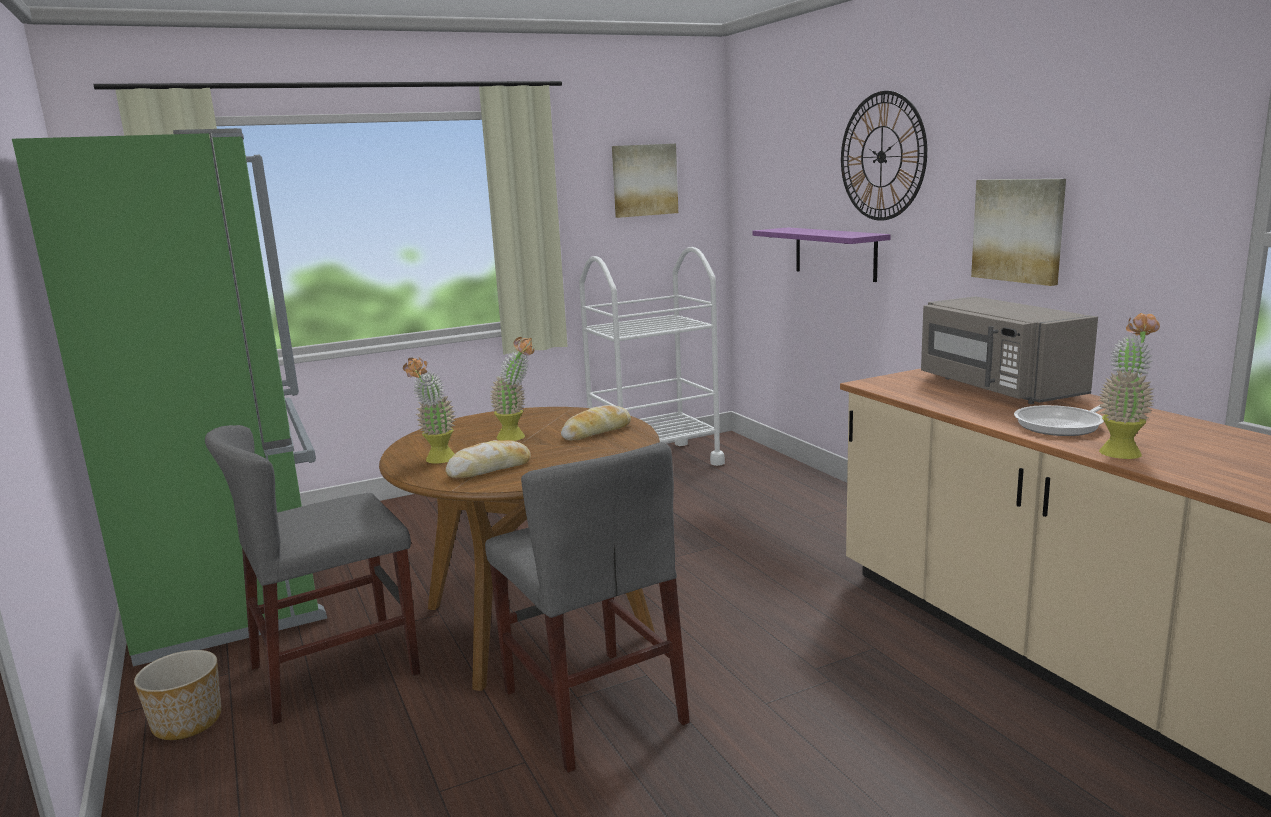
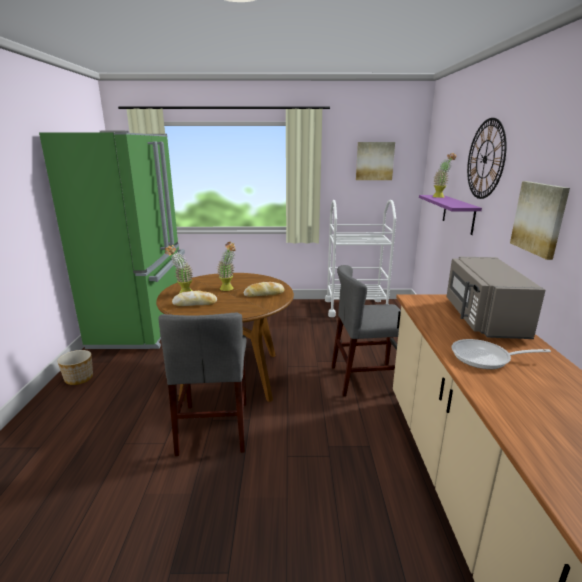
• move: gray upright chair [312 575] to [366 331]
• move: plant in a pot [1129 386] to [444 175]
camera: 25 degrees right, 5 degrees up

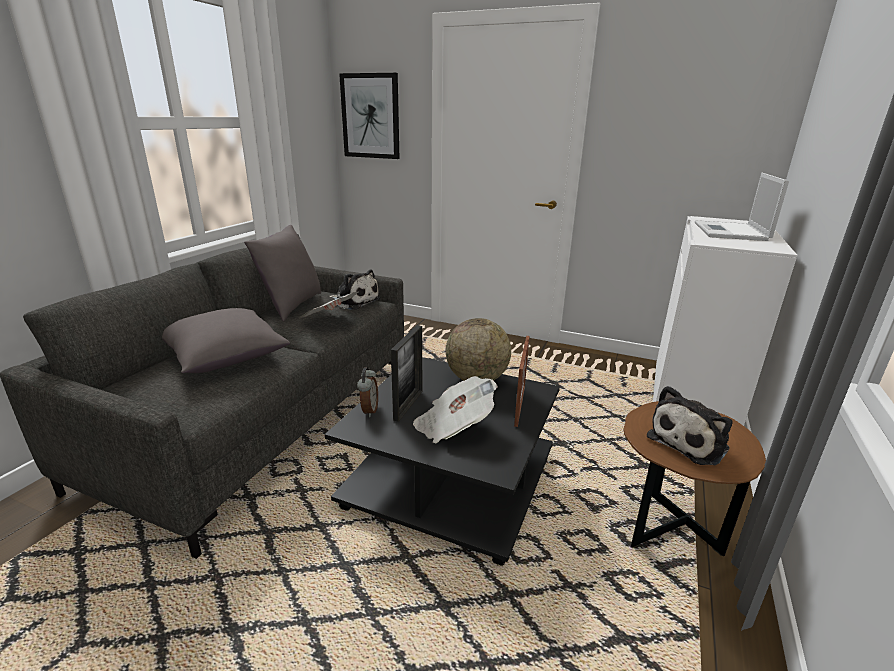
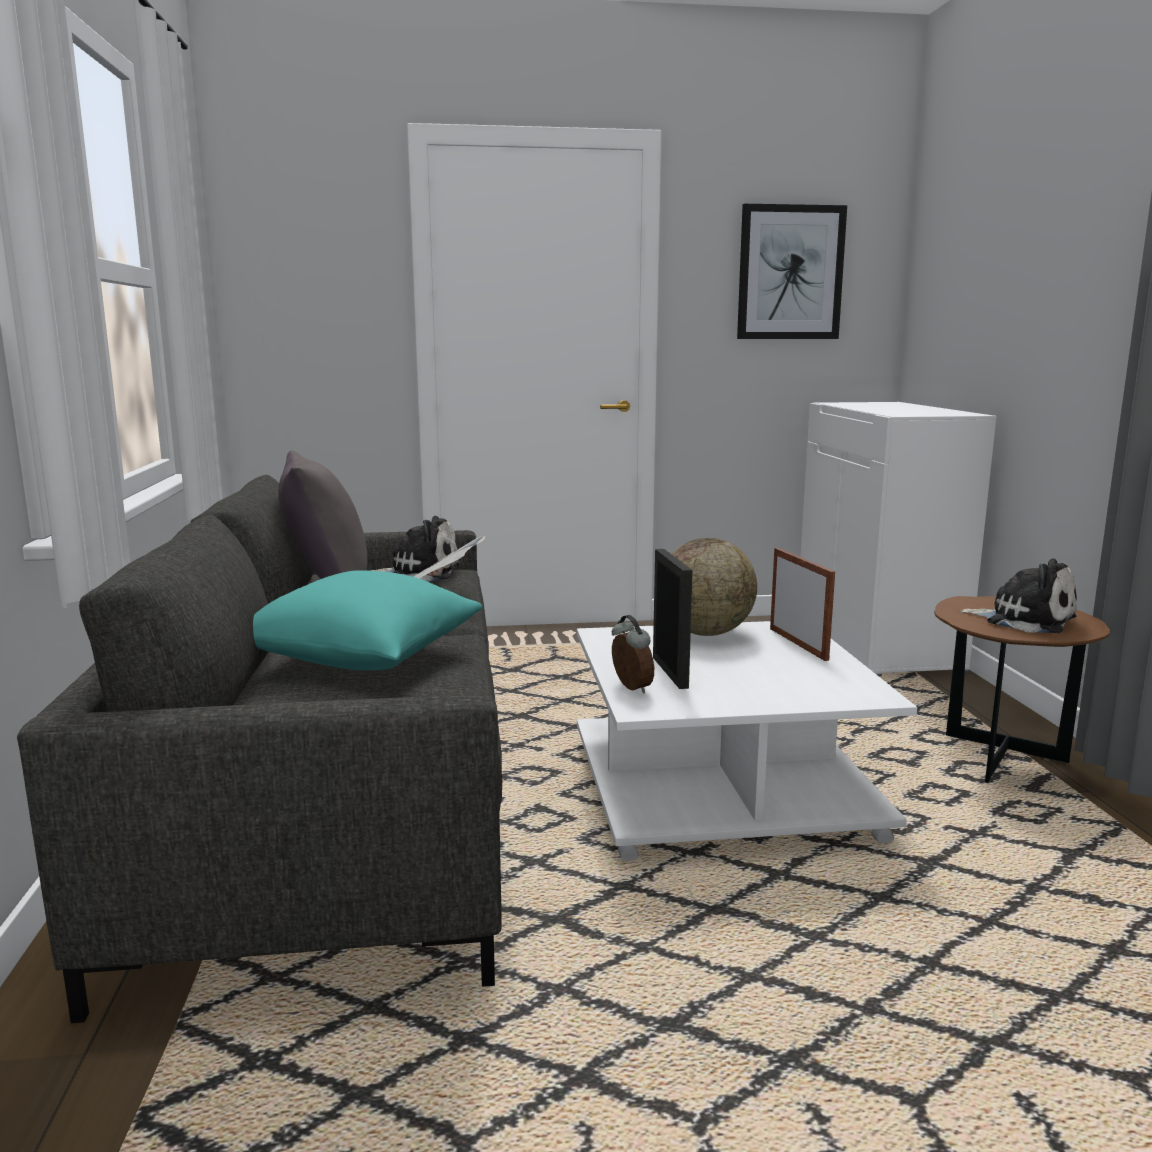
• recolor: gray throw pillow [226 340] to turquoise throw pillow [368 620]
• recolor: blackish coffee table [442 461] to white-coloured coffee table [747 741]
• move: wall art [369 116] to [792 271]
• rotate: plush toy [690 425] = [1018 595] 75 degrees counterclockwise
• delete: printed paper [455 410]
• delete: portable computer [742 207]
camera: 30 degrees left, 10 degrees down

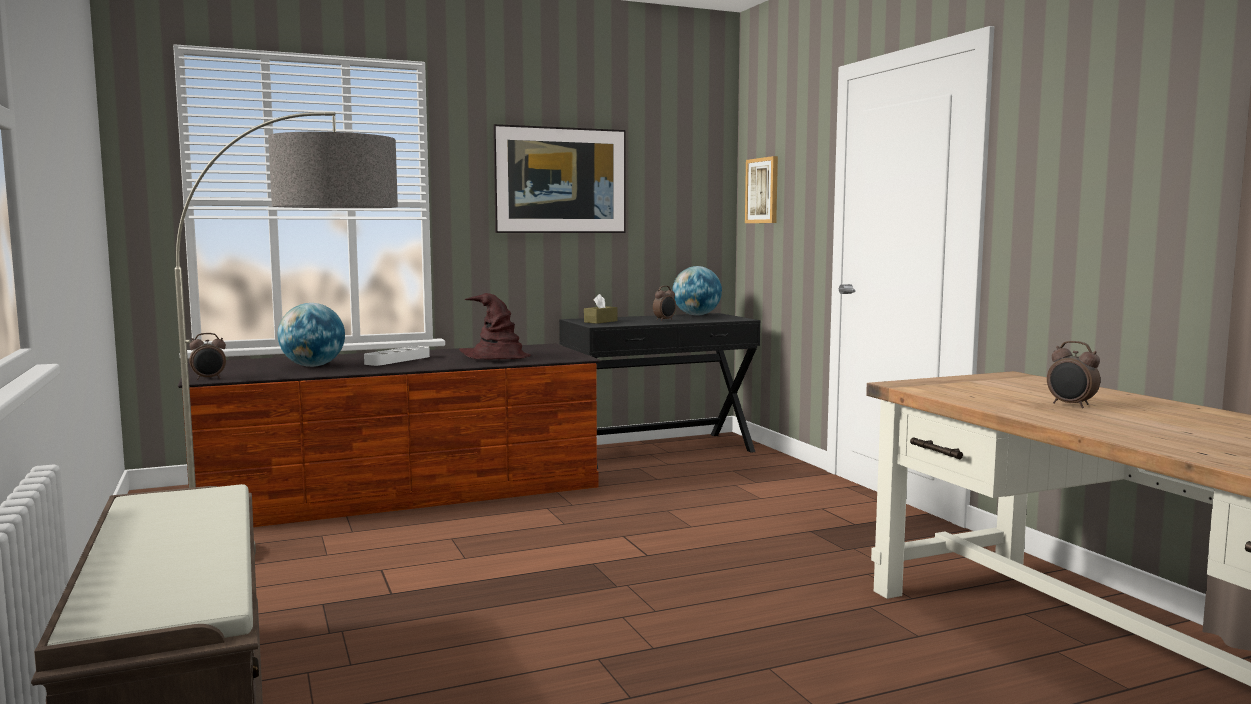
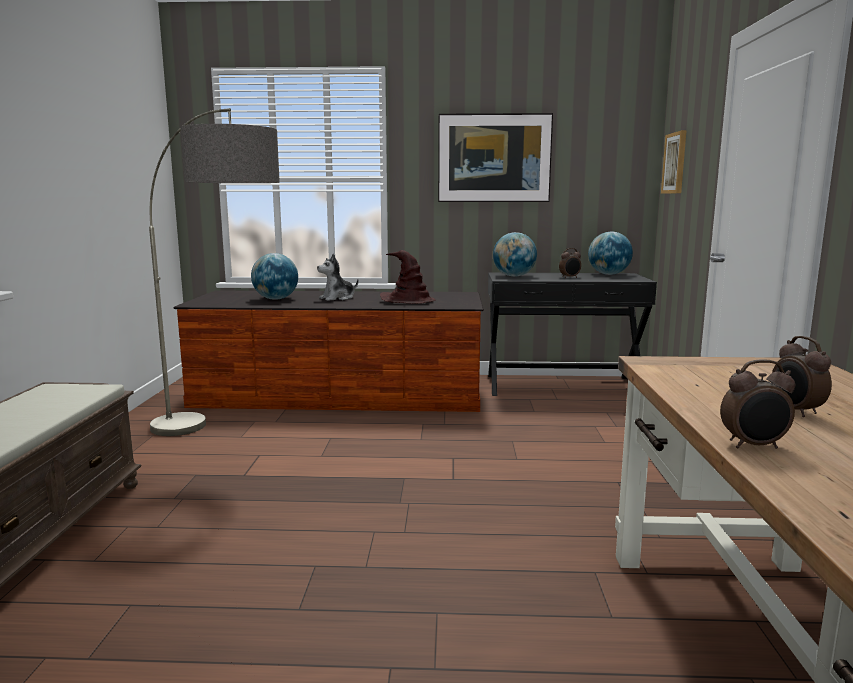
• replace: white-coloured carrying tray [397 356] to plush toy [338 277]
• replace: brown-coloured tissue box [601 309] to desk globe [515 254]
• move: alarm clock [207 356] to [757 404]
camera: 25 degrees right, 5 degrees up

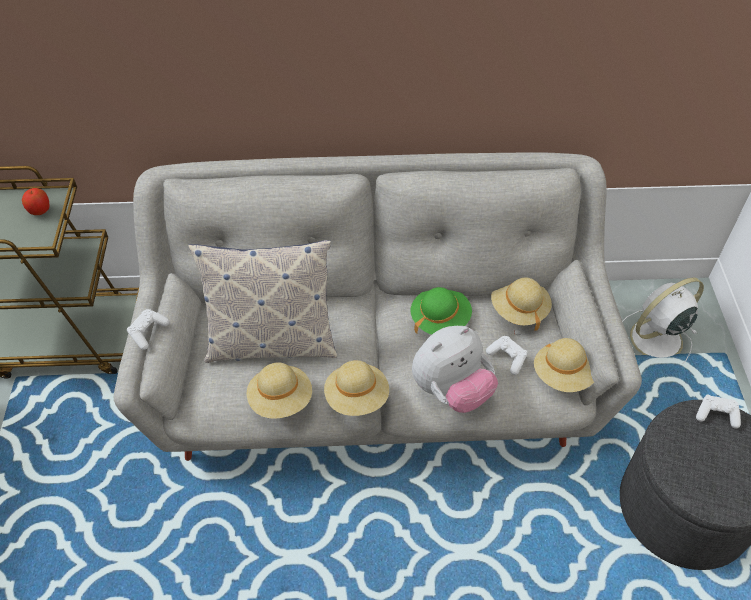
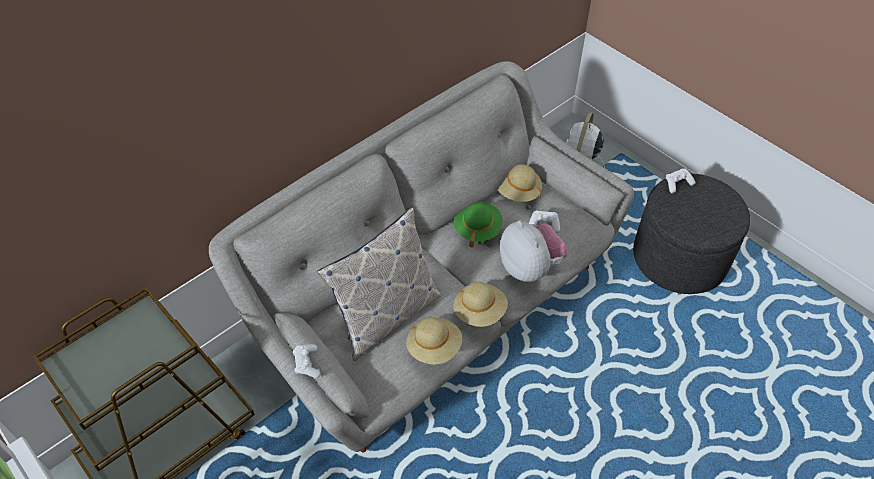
• rotate: plush toy [455 369] = [534 251] 45 degrees counterclockwise
• delete: apple fruit [36 201]
• delete: beige-coloured clothing hat [564 365]
camera: 40 degrees left, 0 degrees up

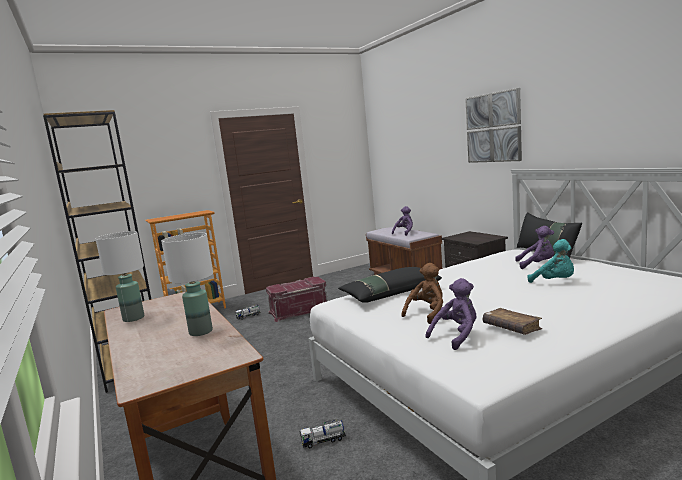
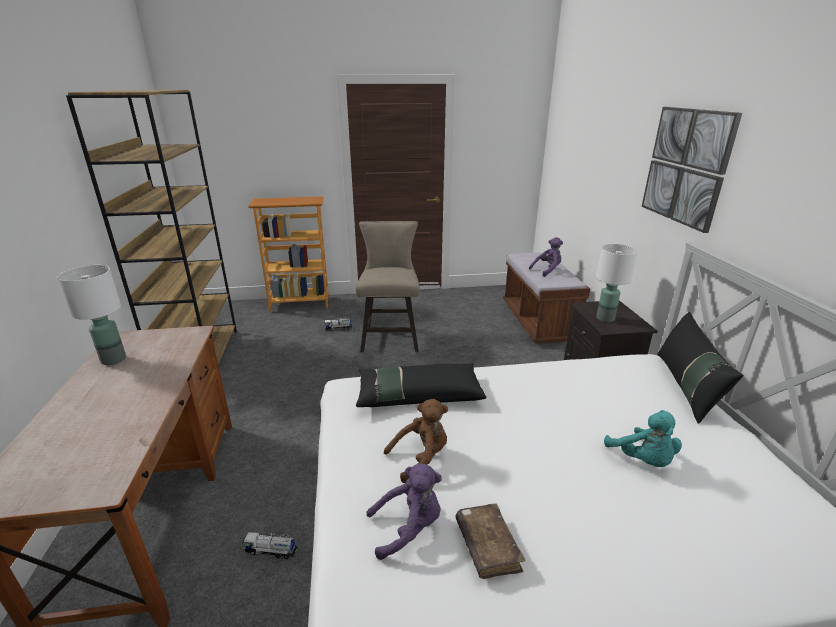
• replace: red-coloured storage container [297 299] to beige-coloured stool [388 286]
• move: white-coloured tabletop lamp [187 284] to [617 283]
• delete: purplish plush toy [534 247]
camera: 20 degrees right, 15 degrees up

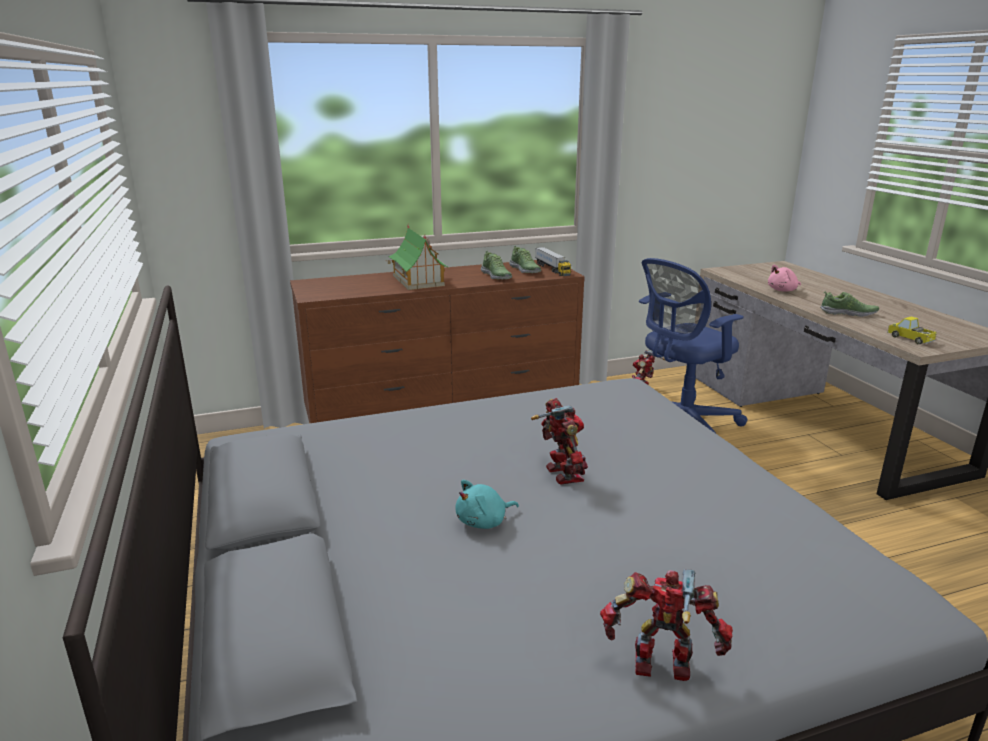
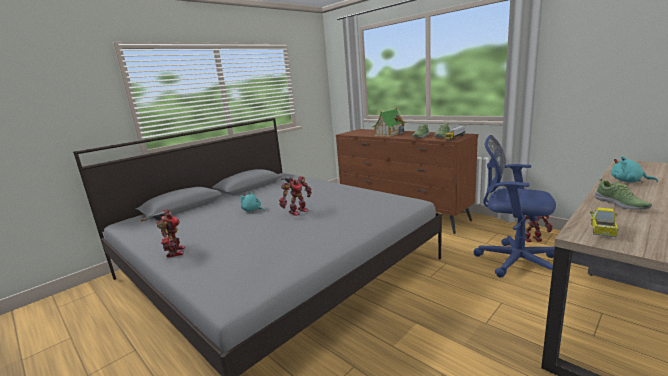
• recolor: pinkish plush toy [784 277] to turquoise plush toy [634 169]
camera: 65 degrees right, 5 degrees down

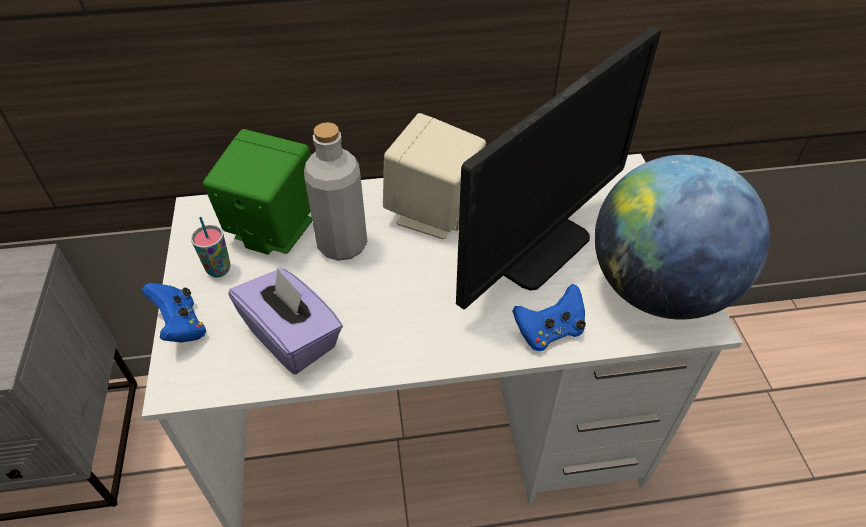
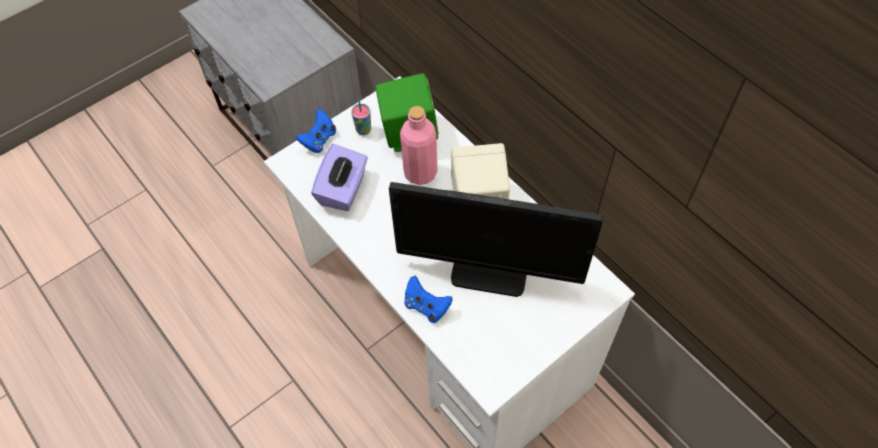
• recolor: gray drink bottle [335 191] to pinkish drink bottle [419 145]
• delete: desk globe [682 237]
camera: 60 degrees right, 10 degrees up

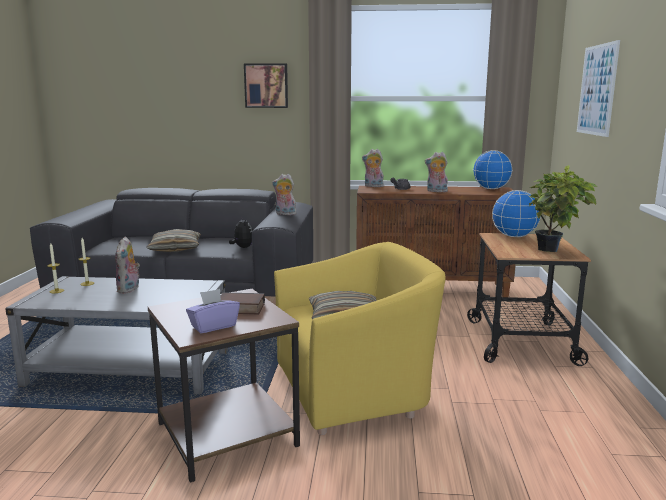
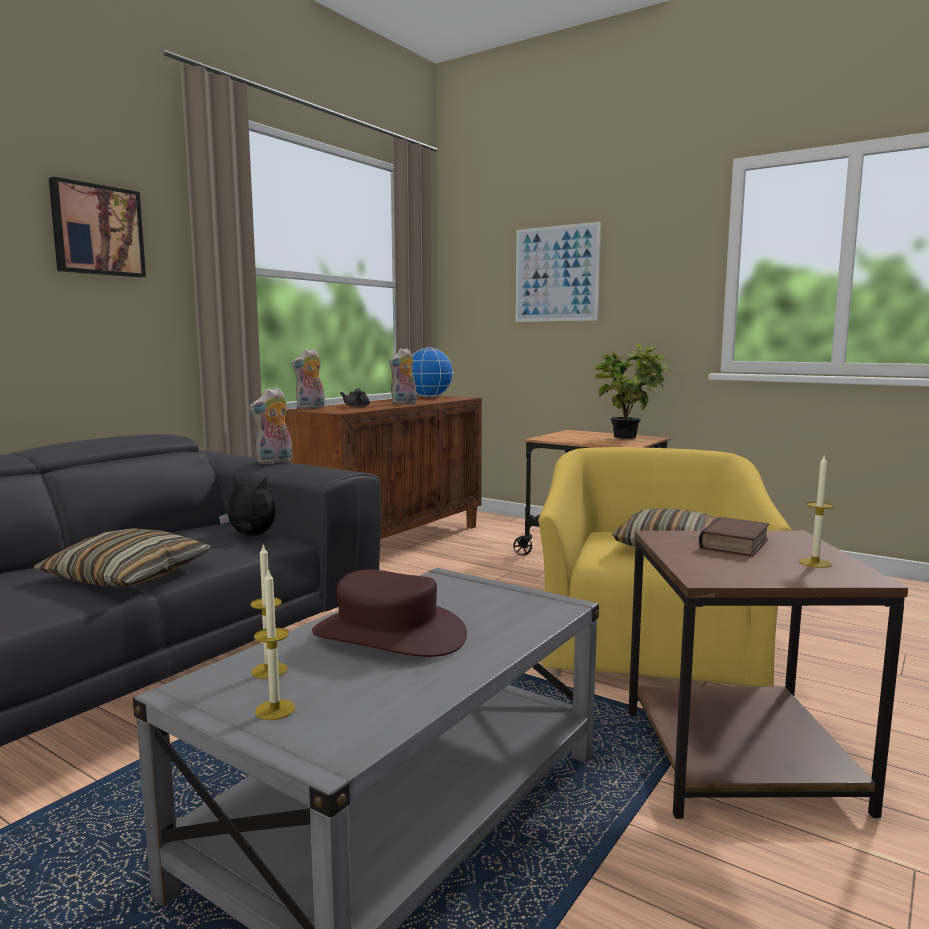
• replace: plush toy [127 264] to brown-coloured clothing hat [389 613]
• replace: purplish tissue box [213 311] to wax candle [816 511]
• delete: desk globe [516 213]
camera: 60 degrees left, 5 degrees down

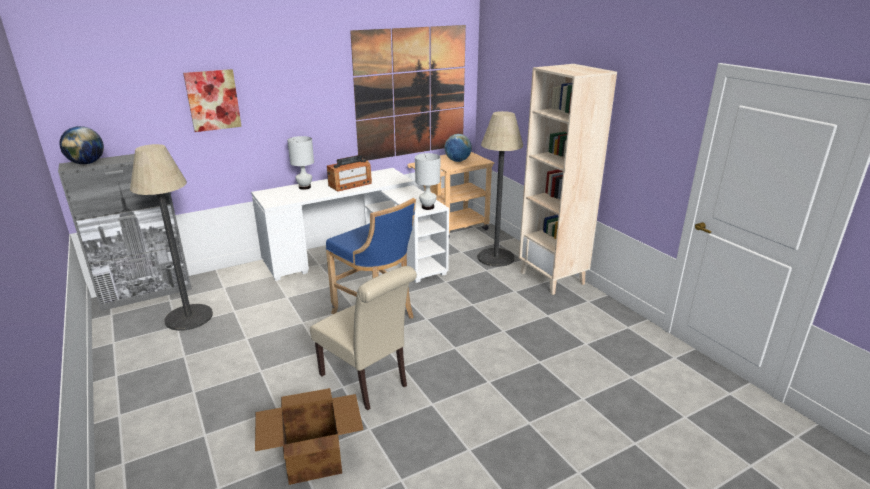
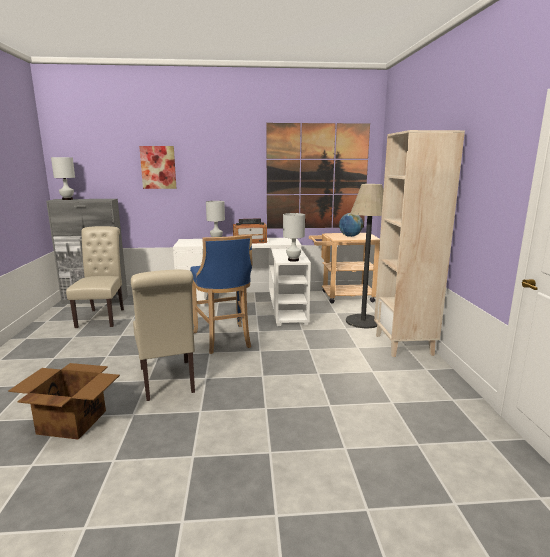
• replace: desk globe [82 145] to white-coloured tabletop lamp [63 178]
• replace: standard lamp [171 237] to beige-coloured upright chair [95 277]
camera: 25 degrees right, 10 degrees down

